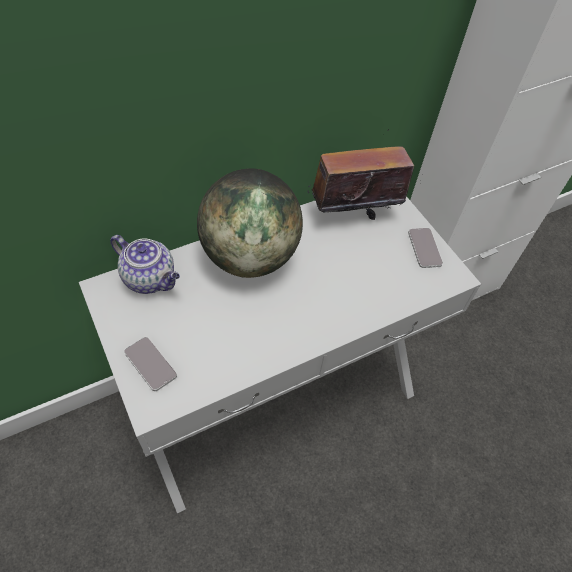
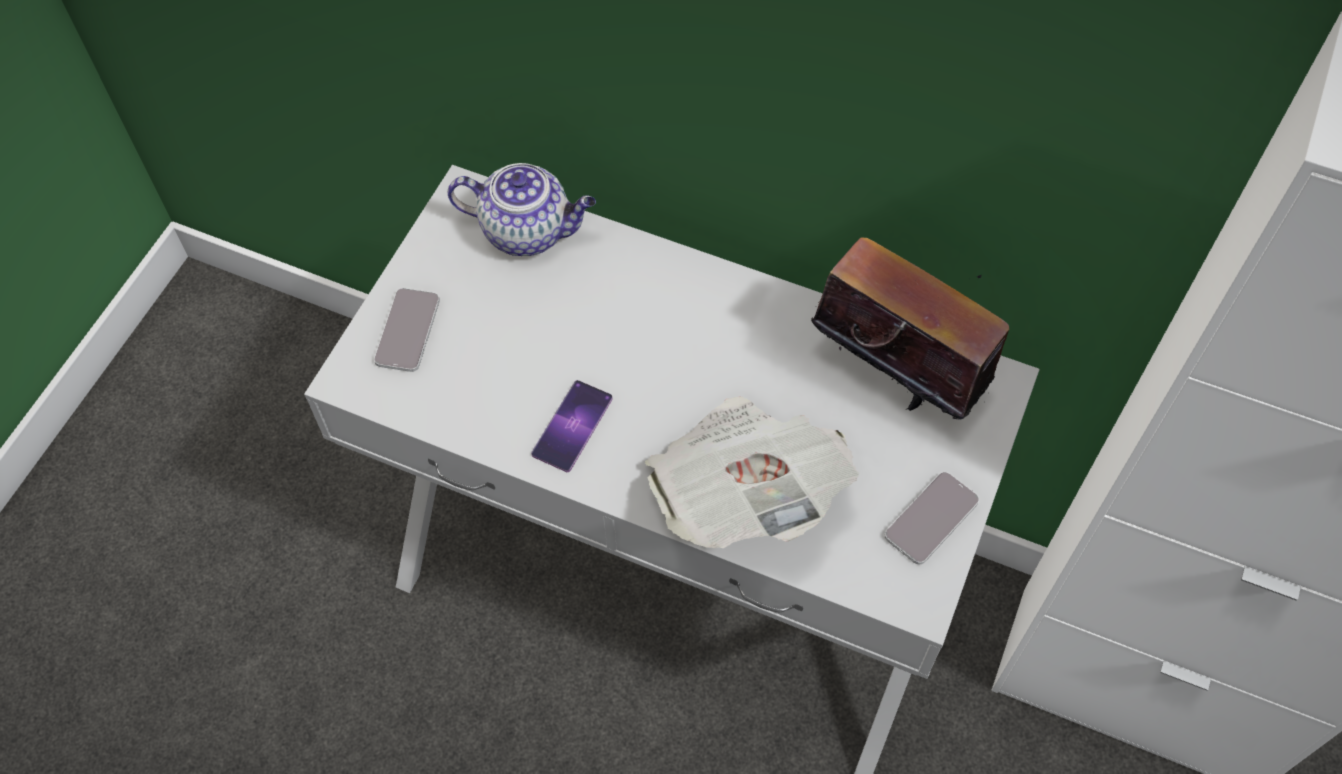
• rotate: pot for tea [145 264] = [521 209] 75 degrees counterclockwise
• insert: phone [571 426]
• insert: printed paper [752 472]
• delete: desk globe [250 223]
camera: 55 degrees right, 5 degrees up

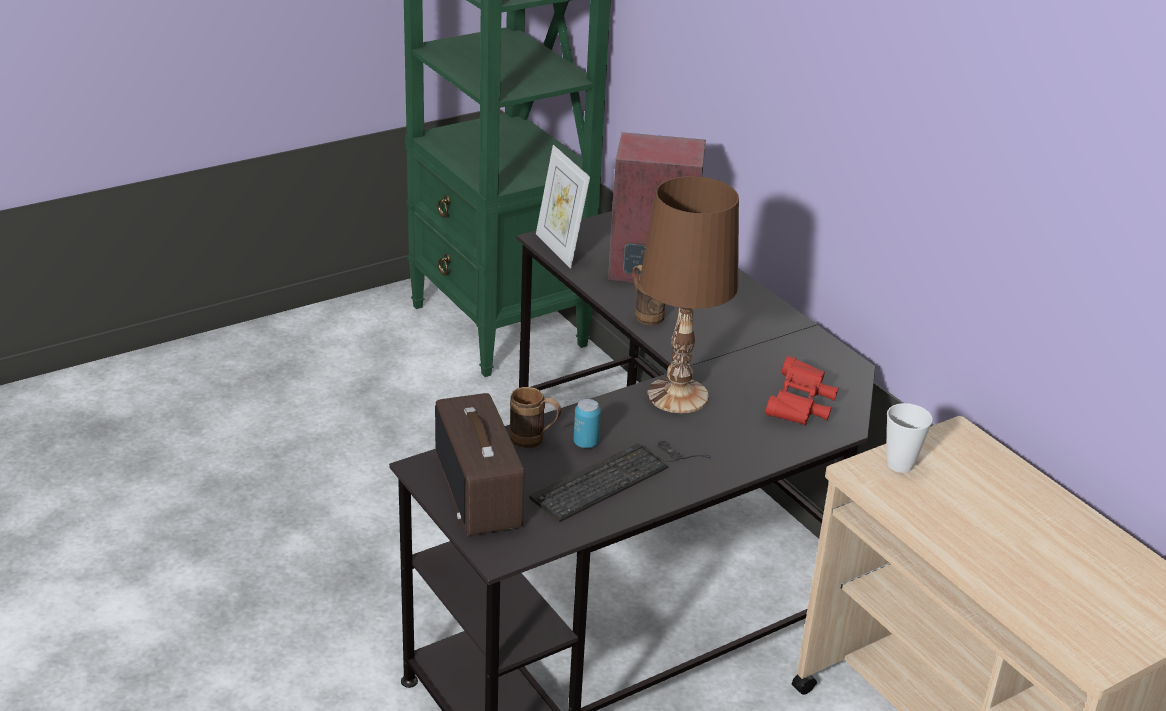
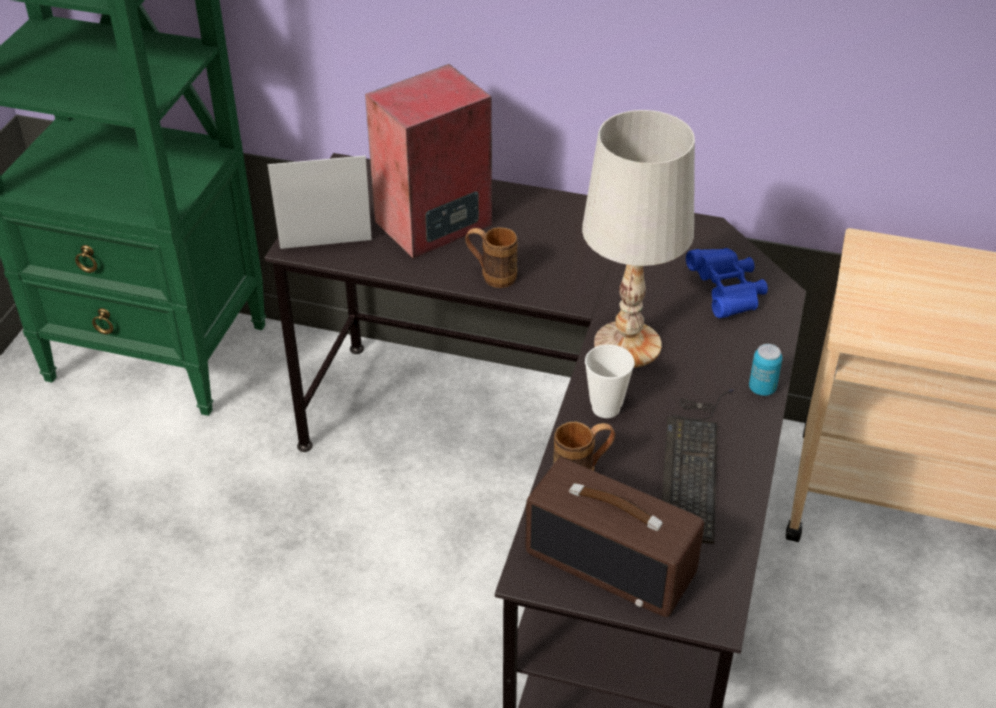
• rotate: picture frame [563 207] = [320 202] 150 degrees clockwise
• recolor: brown-coloured tabletop lamp [689 294] to white-coloured tabletop lamp [638 239]
• move: small cup [909 438] to [609 381]
• recolor: red-coloured binoculars [802 390] to blue-coloured binoculars [727 283]
• move: sealed can [587 423] to [765 370]
camera: 40 degrees left, 10 degrees up

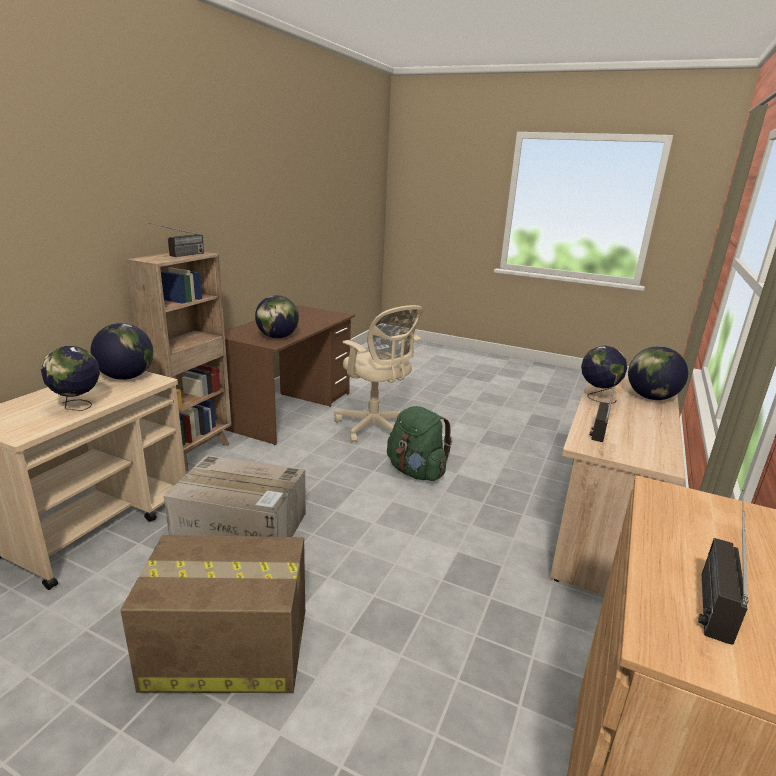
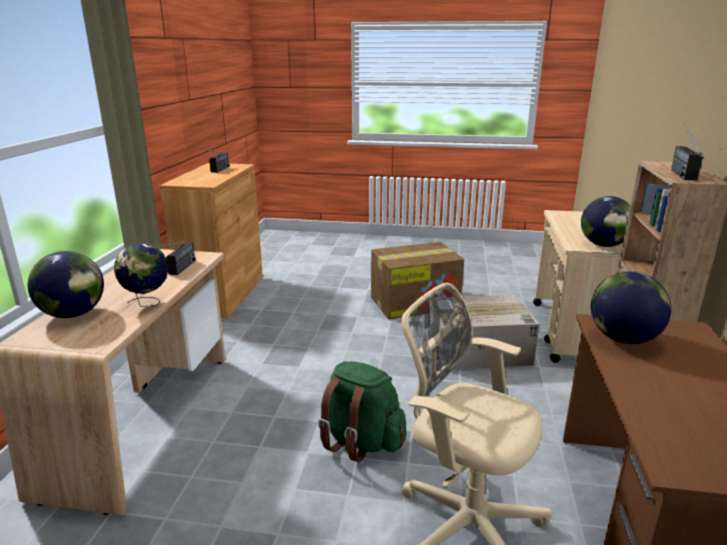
• delete: desk globe [70 378]
camera: 165 degrees right, 0 degrees up

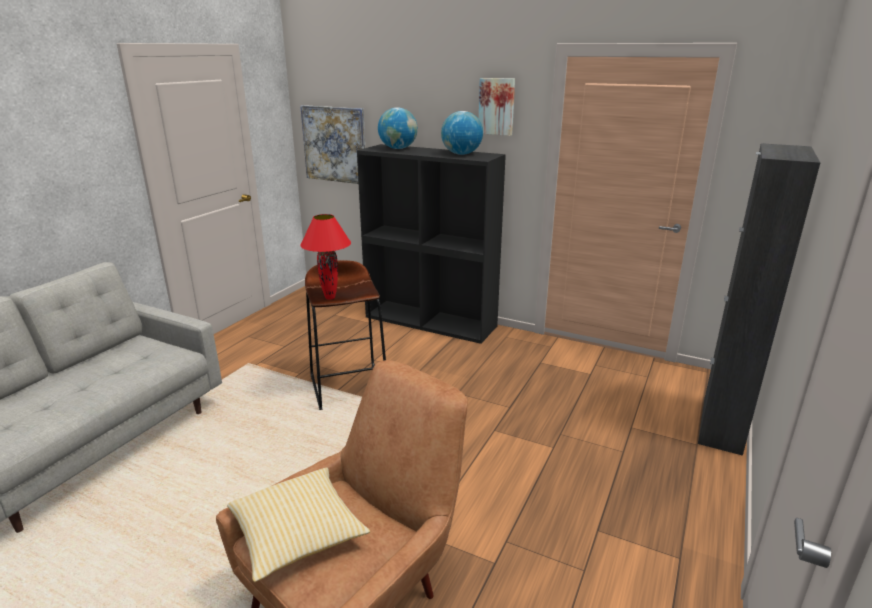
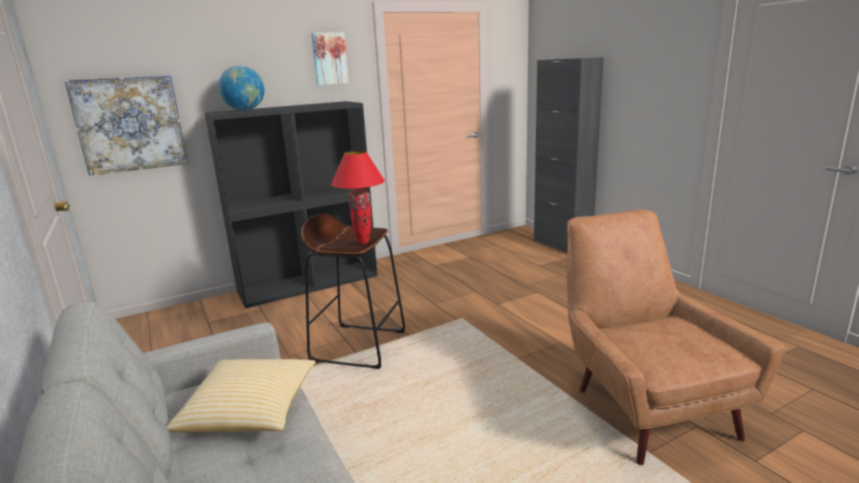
• move: throw pillow [298 524] to [241 396]
• delete: desk globe [462 133]
camera: 55 degrees left, 5 degrees down

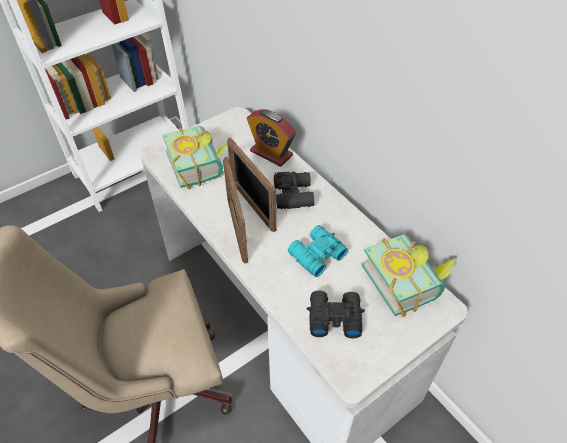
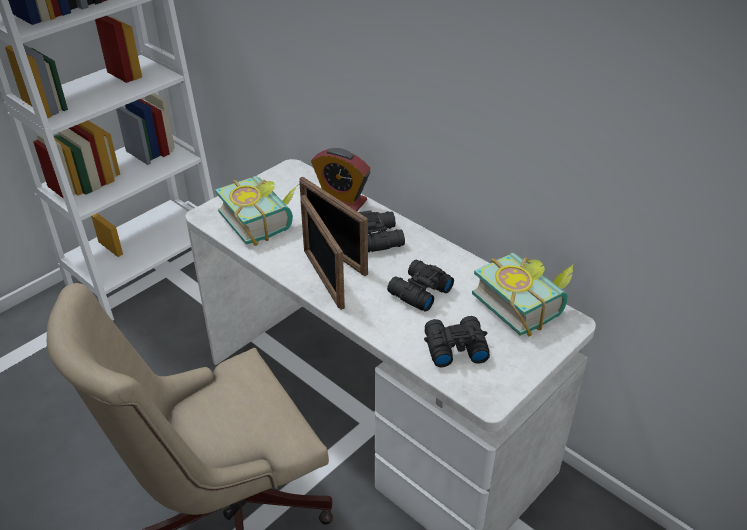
• recolor: turquoise binoculars [318 251] to blackish binoculars [420 286]
camera: 10 degrees left, 10 degrees down

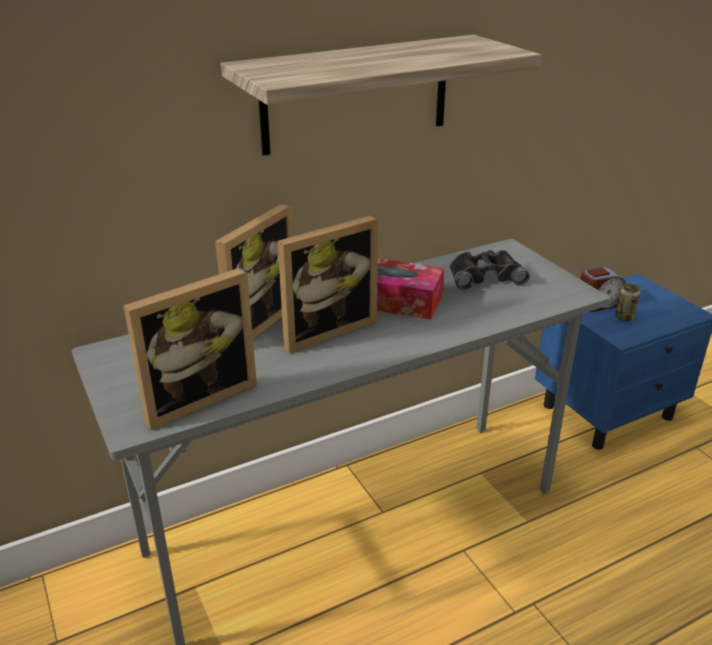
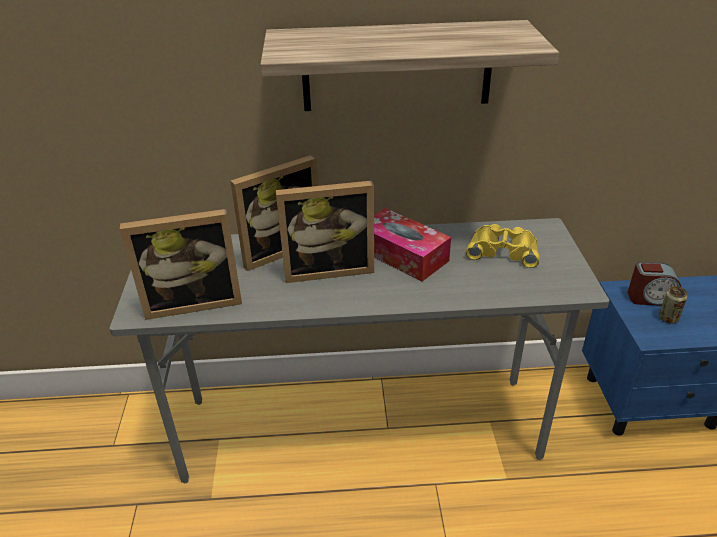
• recolor: blackish binoculars [490 270] to yellowish binoculars [503 246]
camera: 25 degrees right, 5 degrees up

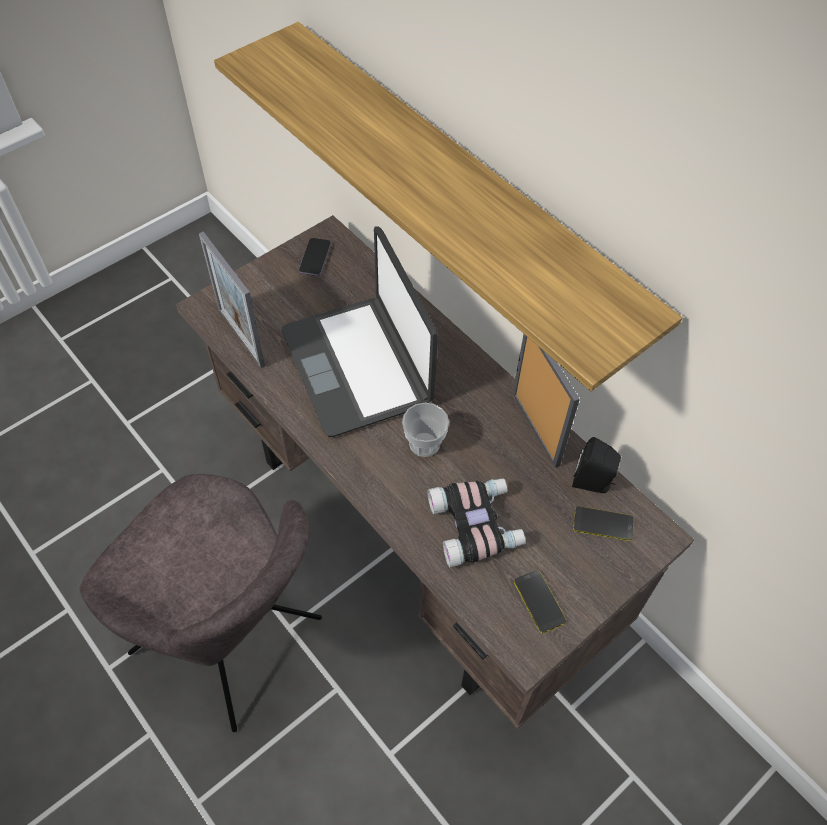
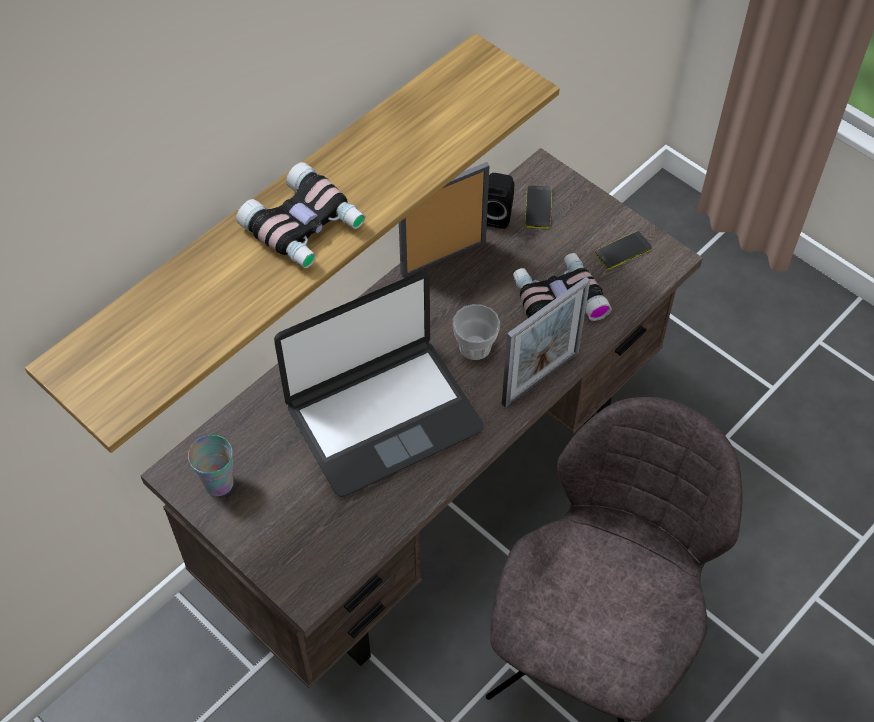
• replace: phone [315 257] to small cup [210 465]
• insert: binoculars [300 215]
• move: picture frame [232 300] to [546 342]
camera: 95 degrees left, 0 degrees up

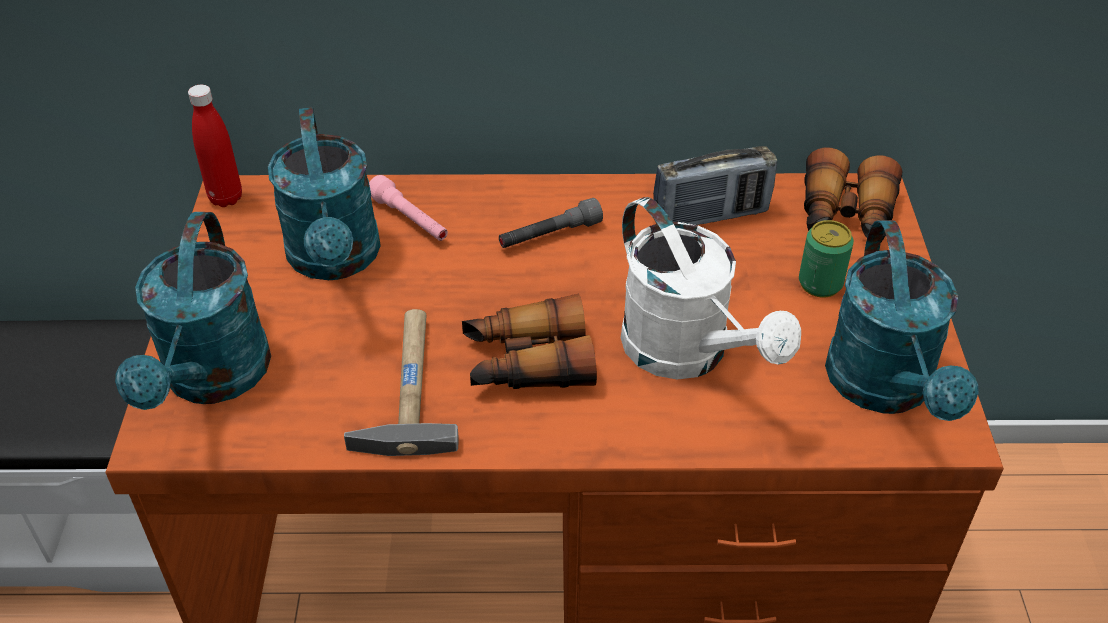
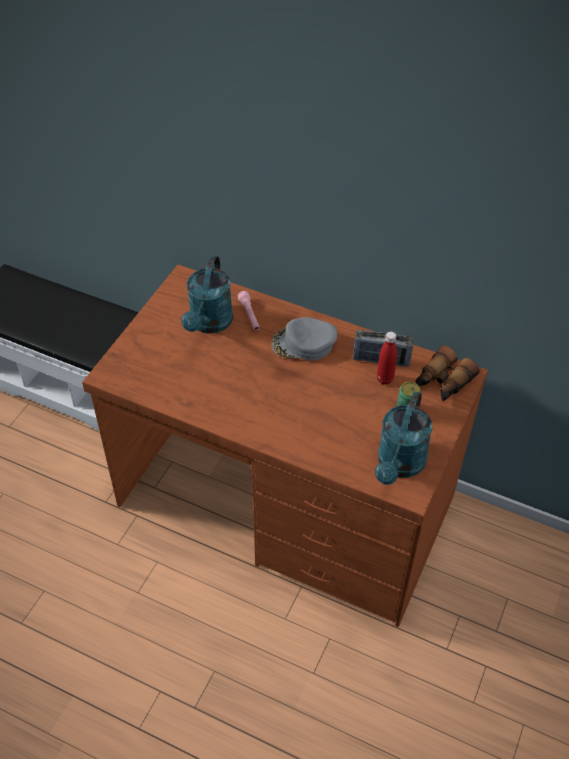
• replace: gray hand torch [551 223] to gray baseball cap [304 339]
• move: red-coloured drink bottle [215 146] to [387 358]
• delete: turquoise watering pot [193 311]
• delete: hammer [401 382]
• delete: binoculars [529 341]
• delete: white-coloured watering pot [711 288]
camera: 25 degrees right, 5 degrees up

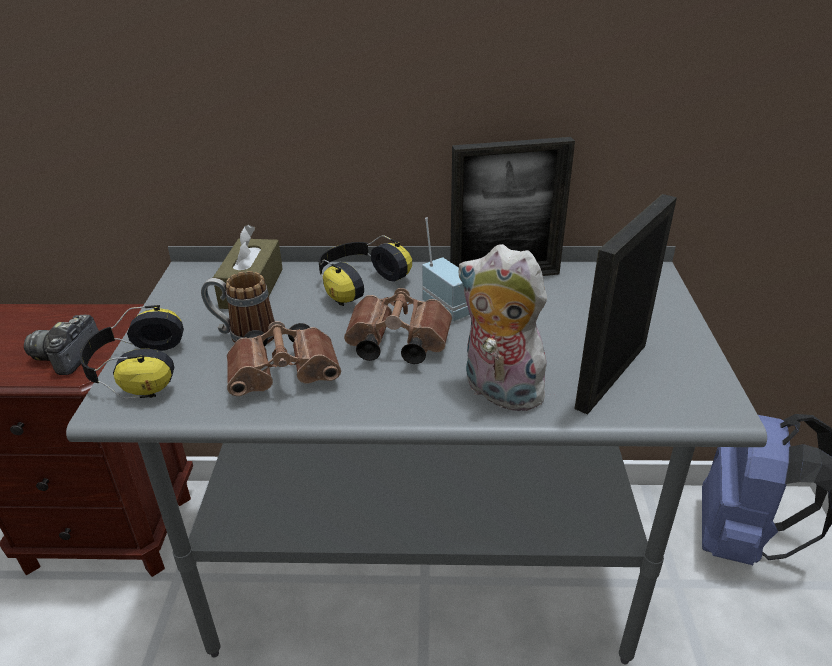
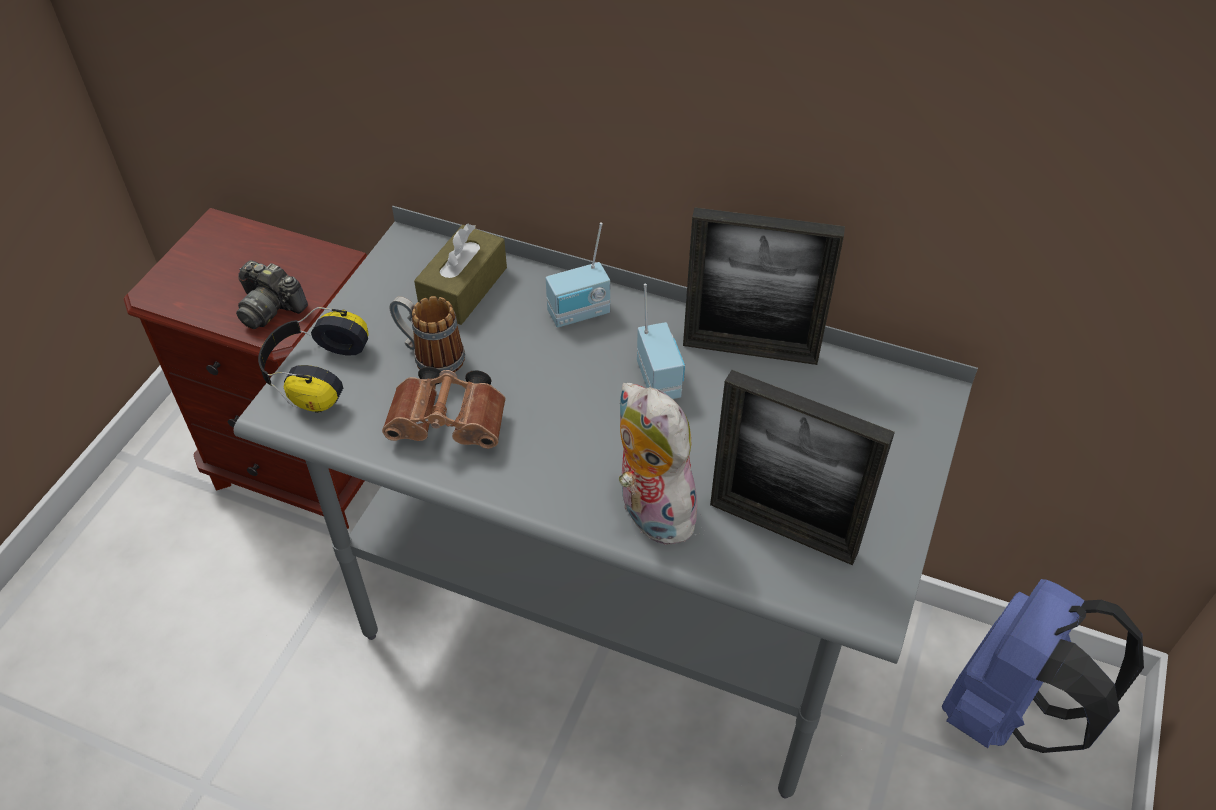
• rotate: still camera [61 345] = [272 294] 90 degrees counterclockwise
• replace: pair of headphones [365 270] to radio receiver [578 275]
• rotate: picture frame [625 304] = [802 467] 120 degrees counterclockwise
• delete: brown-coloured binoculars [398 326]
camera: 20 degrees right, 15 degrees up

